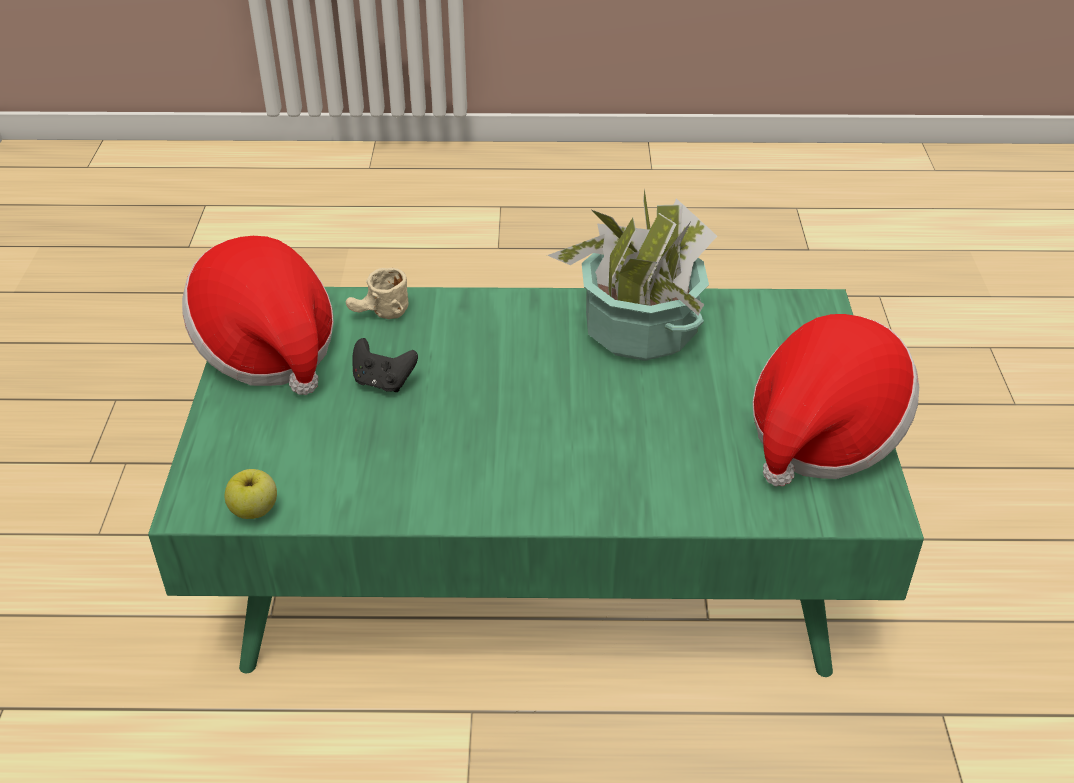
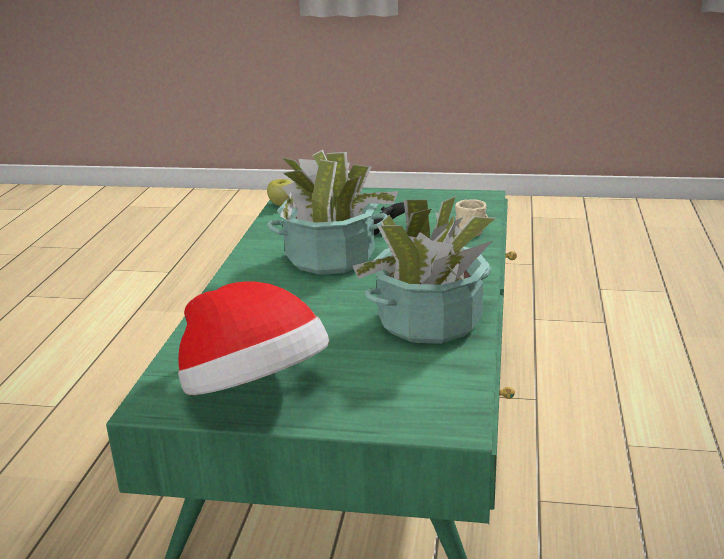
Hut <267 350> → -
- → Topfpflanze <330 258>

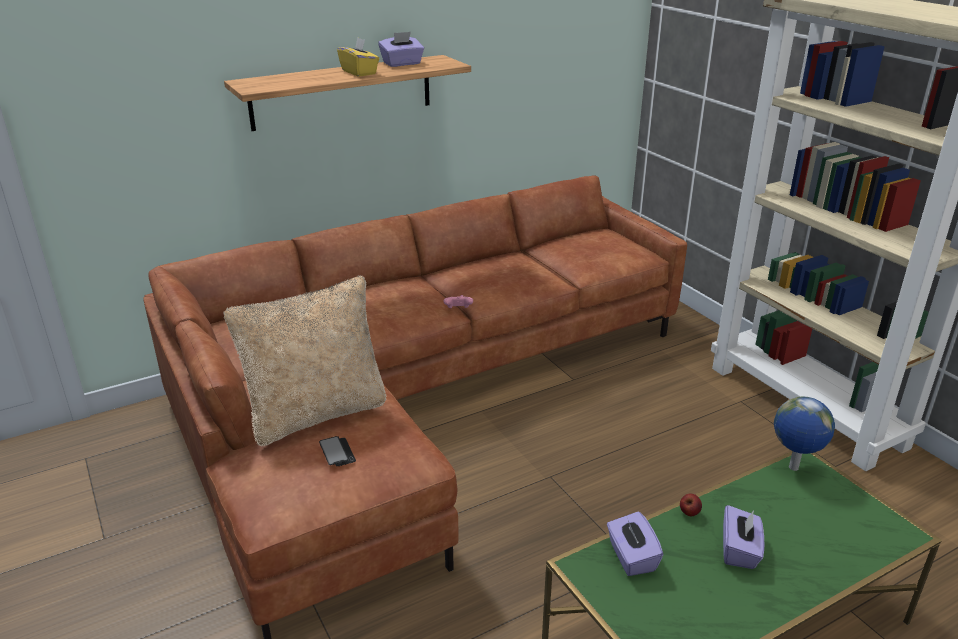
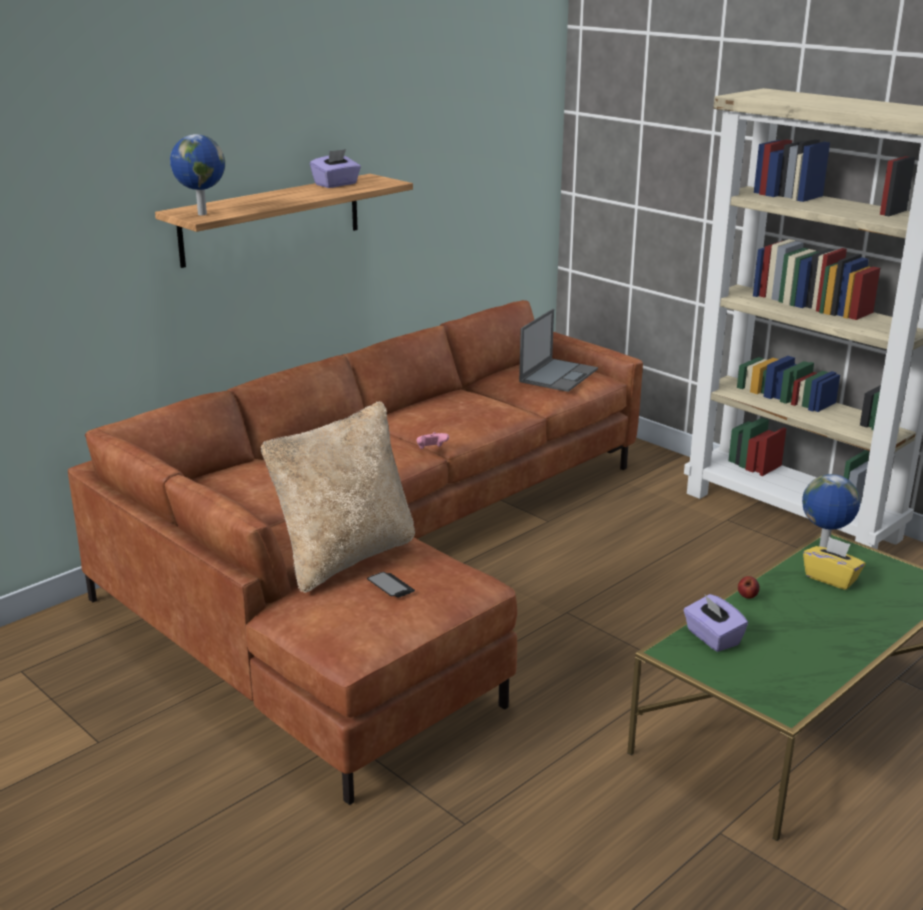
Taschentuchbox/lila <739 550> → -
- → Globus <201 214>
- → Laptop <558 375>
Taschentuchbox/gelb <359 72> → Taschentuchbox/gelb <831 578>, moved

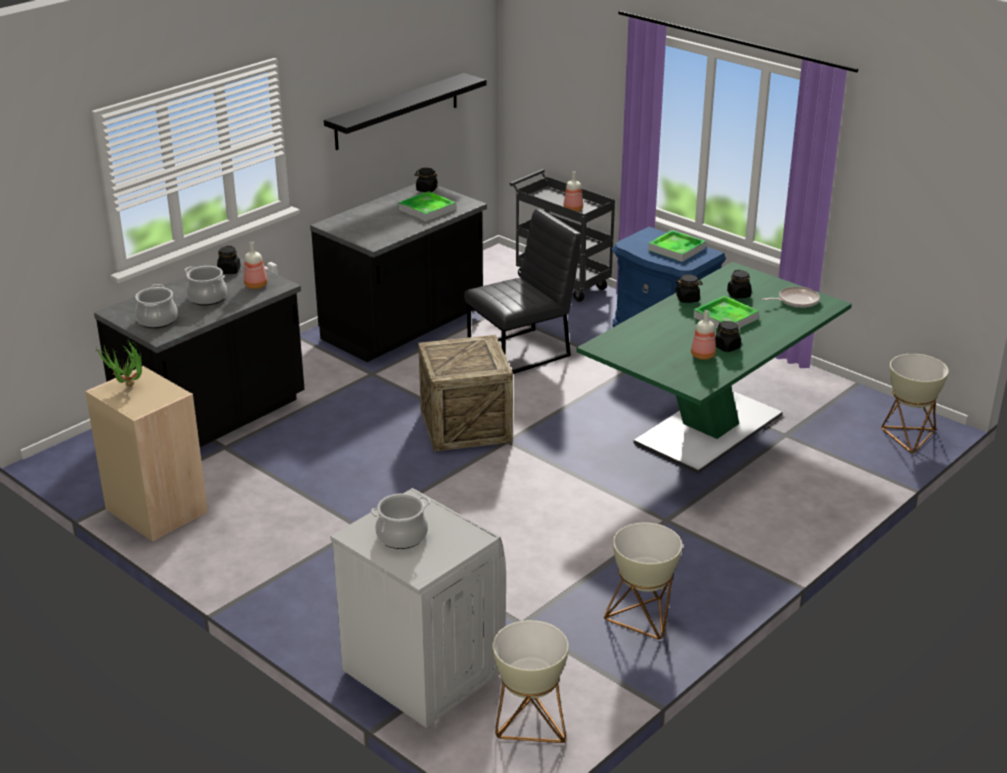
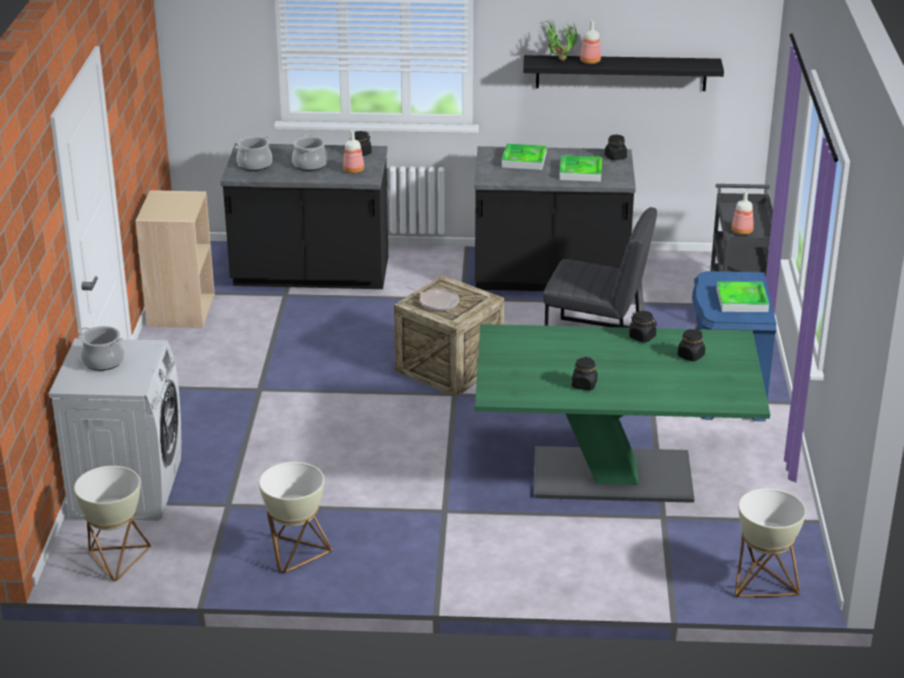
Topfpflanze <126 389> → Topfpflanze <558 61>, moved
Flasche <702 356> → Flasche <589 62>, moved
Tablett <725 318> → Tablett <524 160>, moved
Pfanne <796 301> → Pfanne <437 302>, moved

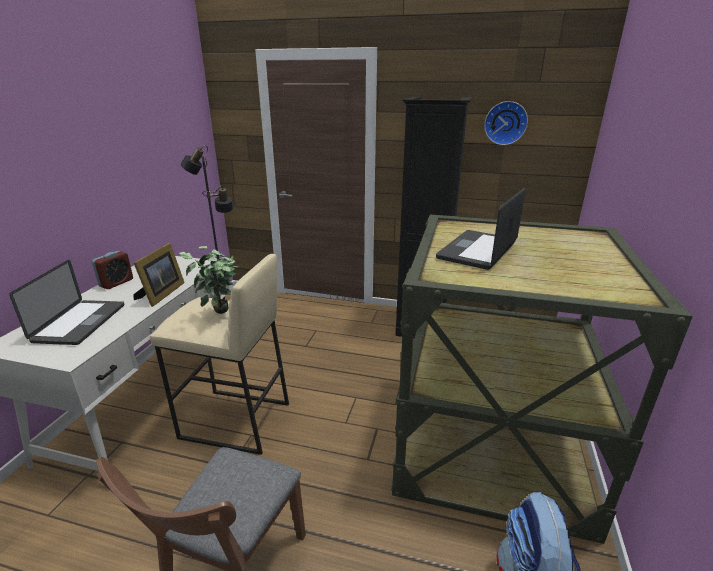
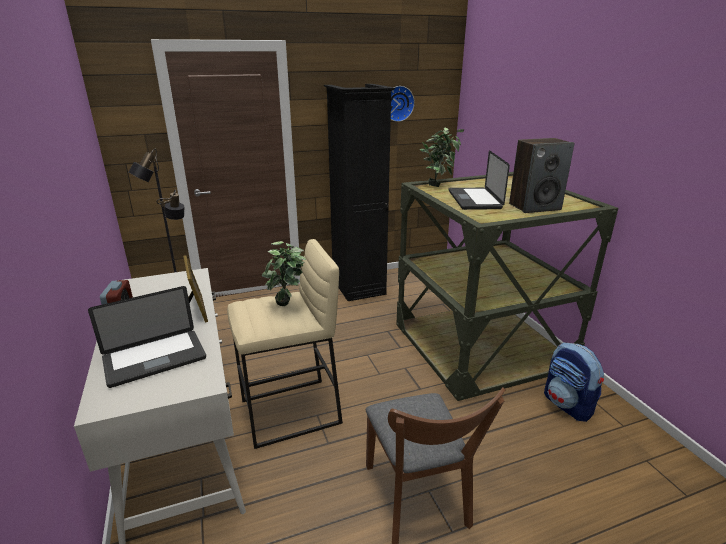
- → Topfpflanze <438 185>
- → Lautsprecher <534 207>
Laptop <80 323> → Laptop <155 359>, 90 degrees clockwise

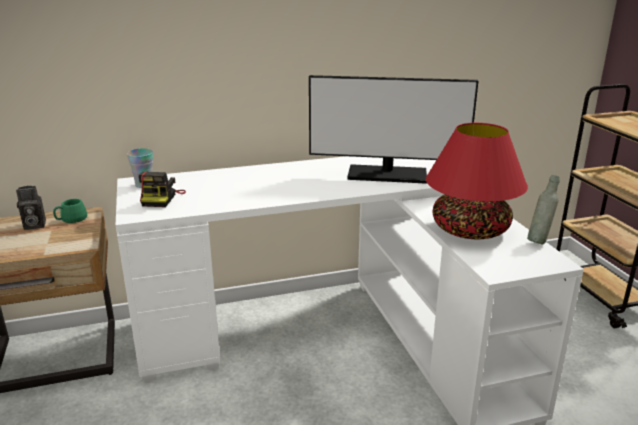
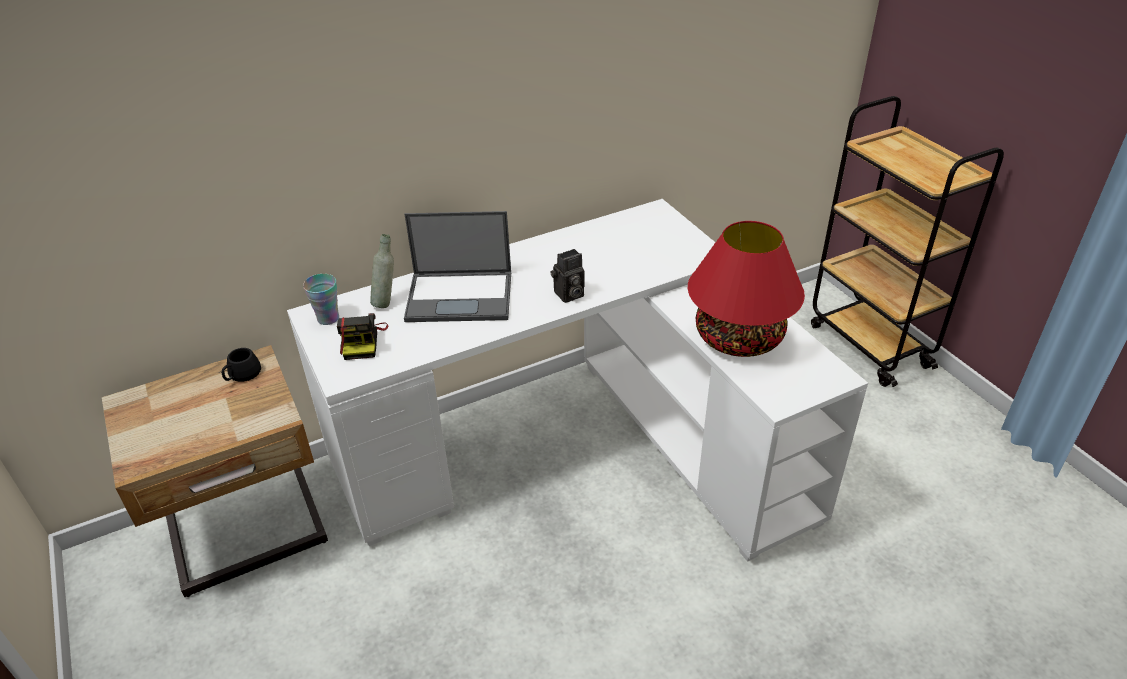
Monitor <387 175> → -
- → Laptop <461 296>
Kamera <33 225> → Kamera <568 295>, moved
Flasche/grau <539 241> → Flasche/grau <387 302>, moved
Henkelbecher/grün <69 218> → Henkelbecher/schwarz <239 374>

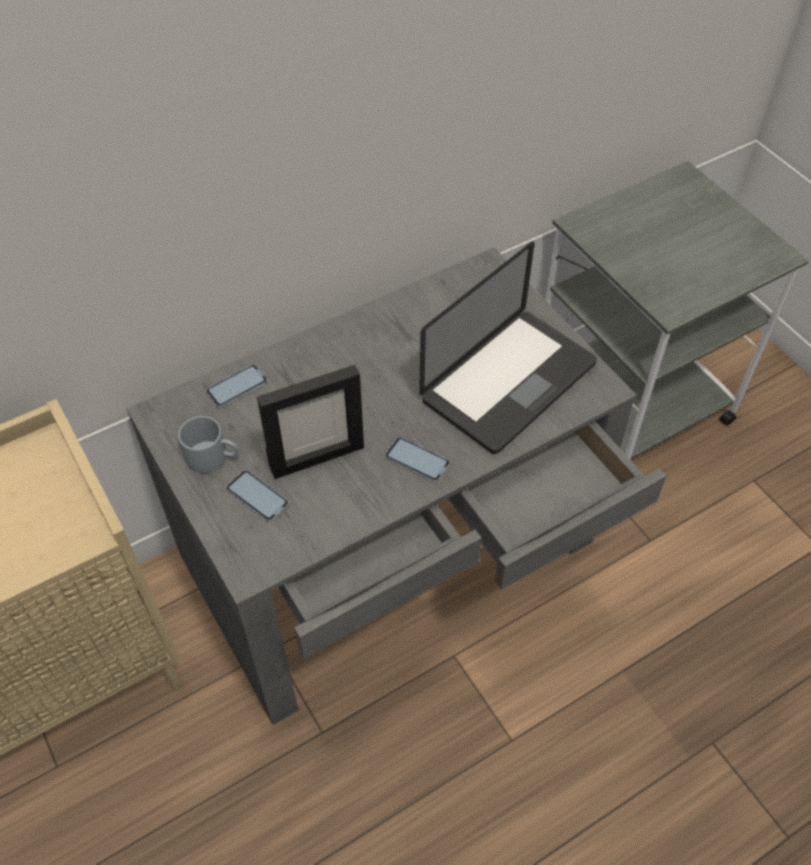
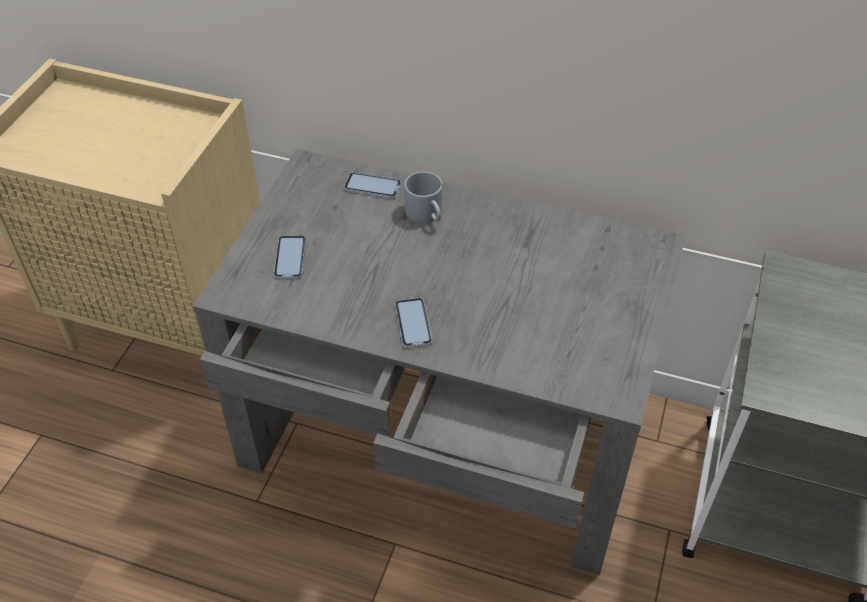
Bilderrahmen <317 457> → -
Laptop <509 382> → -
Henkelbecher/grau <213 457> → Henkelbecher/grau <427 214>, moved

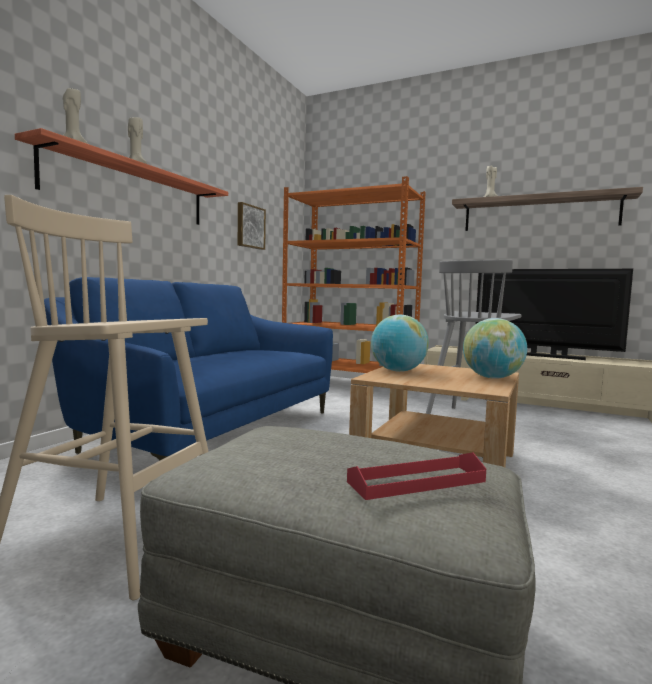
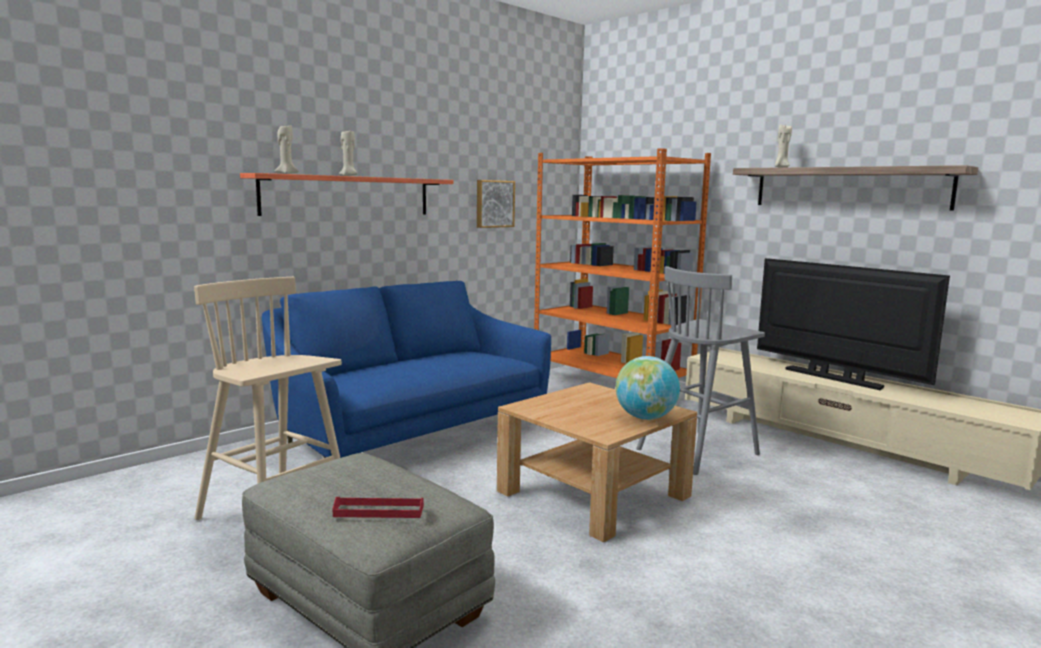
Globus <398 371> → -

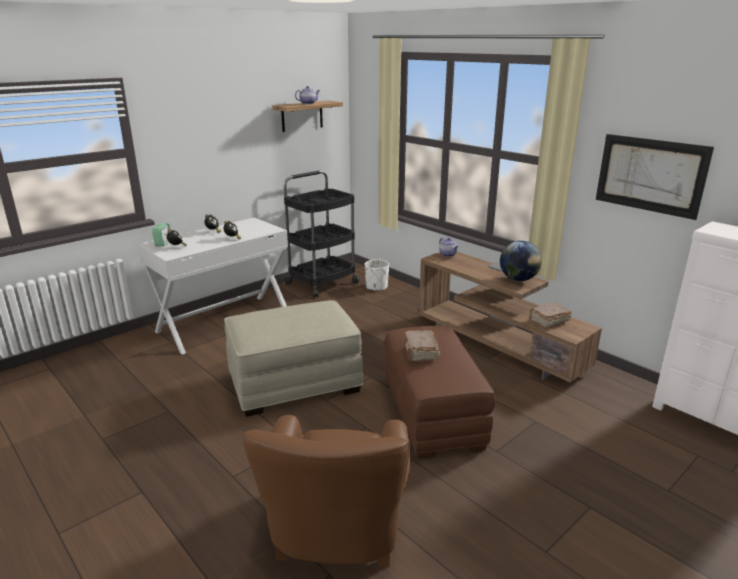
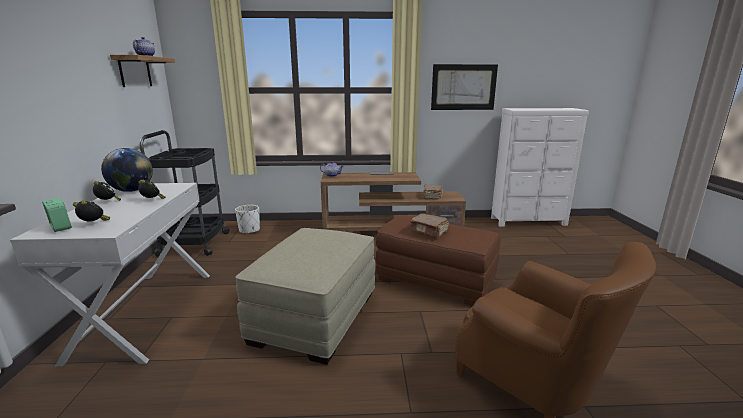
Globus <518 279> → Globus <132 190>, moved

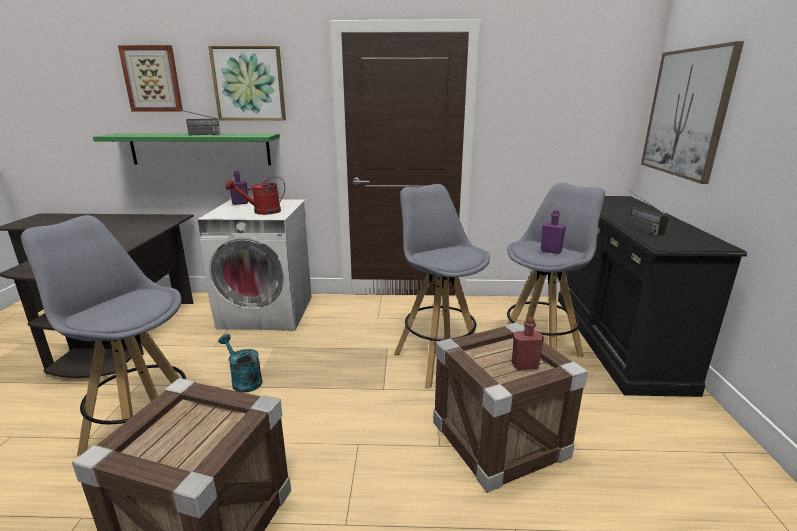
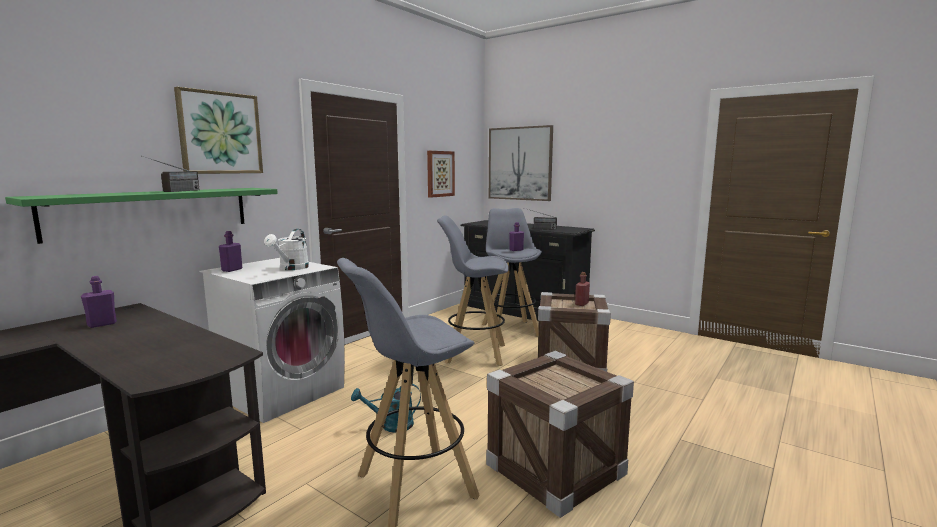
- → Flasche/lila <102 324>
Bild <152 79> → Bild <440 174>, moved
Gießkanne/rot <262 212> → Gießkanne/weiß <291 268>

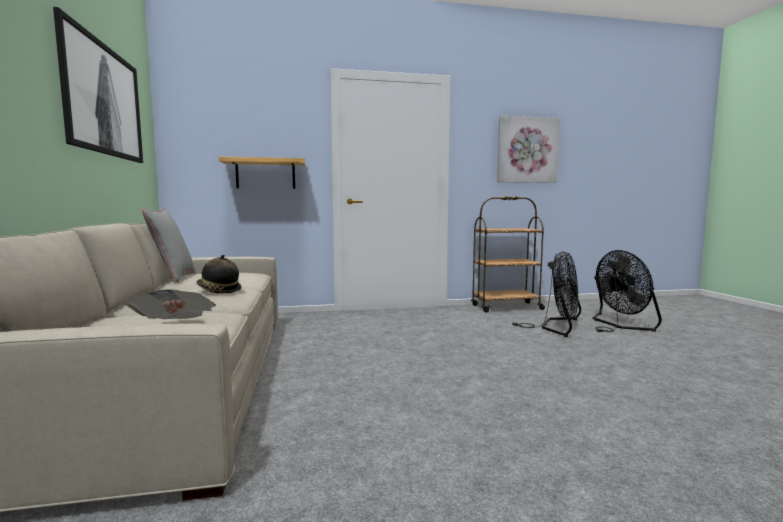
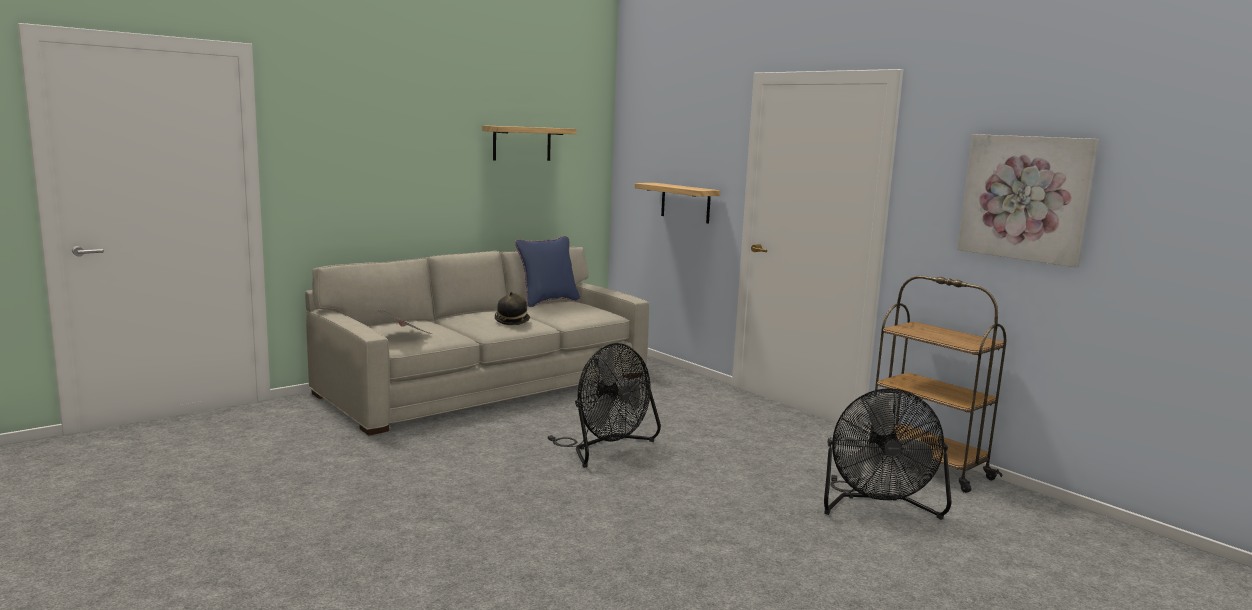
Ventilator/schwarz <616 324> → Ventilator/schwarz <602 448>, moved
Bild <104 100> → Wandregal <522 143>
Kissen/grau <173 277> → Kissen/blau <547 302>

